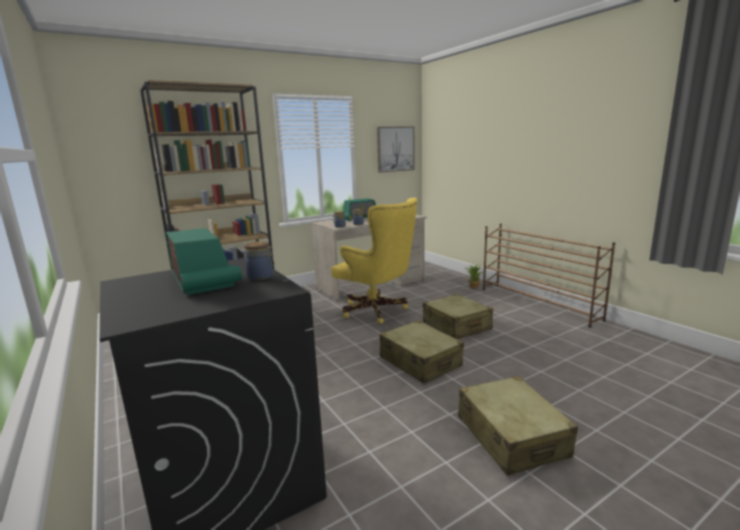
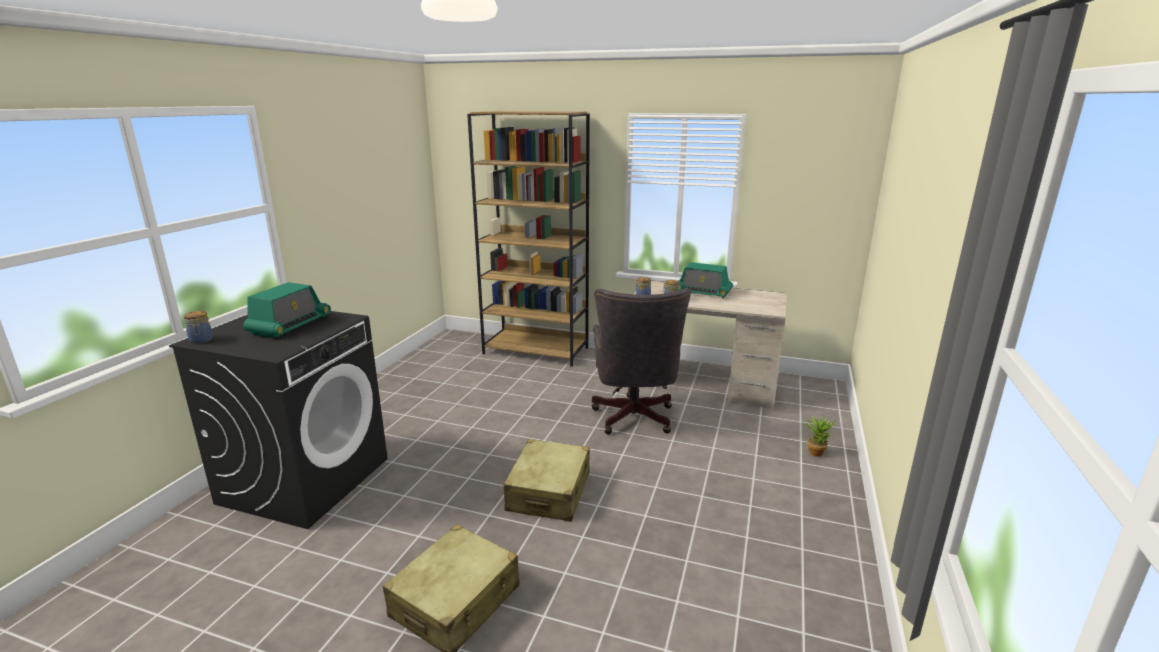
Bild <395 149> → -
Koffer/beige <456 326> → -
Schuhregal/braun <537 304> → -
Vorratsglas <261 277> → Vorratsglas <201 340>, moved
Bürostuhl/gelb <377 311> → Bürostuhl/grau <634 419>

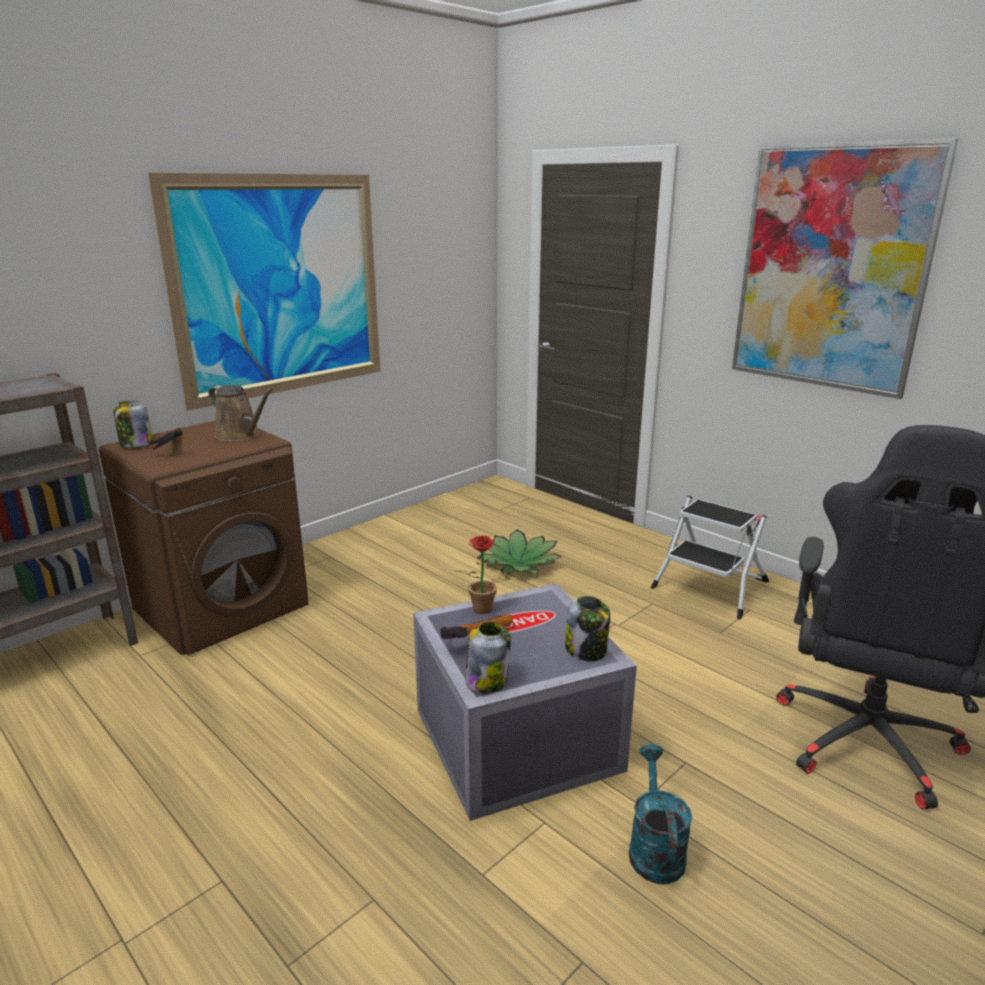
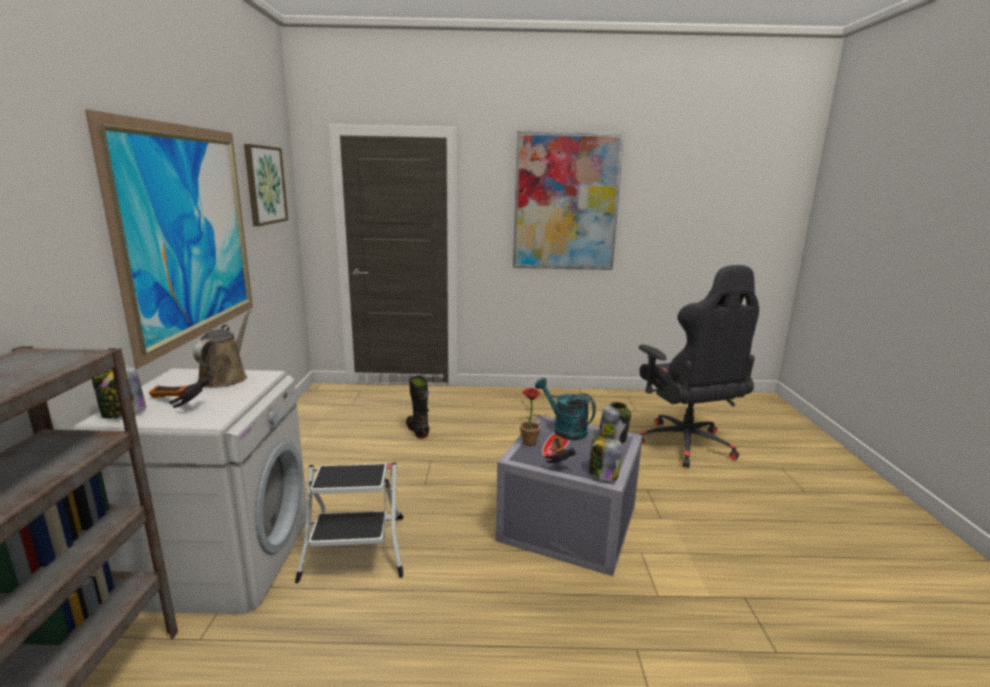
- → Bild <265 185>
Gießkanne/türkis <654 848> → Gießkanne/türkis <564 429>, moved
Trittleiter <711 586> → Trittleiter <356 548>, moved
Topfpflanze <519 563> → Stiefel/schwarz <417 430>
Waschmaschine/braun <226 606> → Waschmaschine/weiß <227 557>
Gießkanne/braun <240 435> → Gießkanne/braun <225 377>, 75 degrees counterclockwise

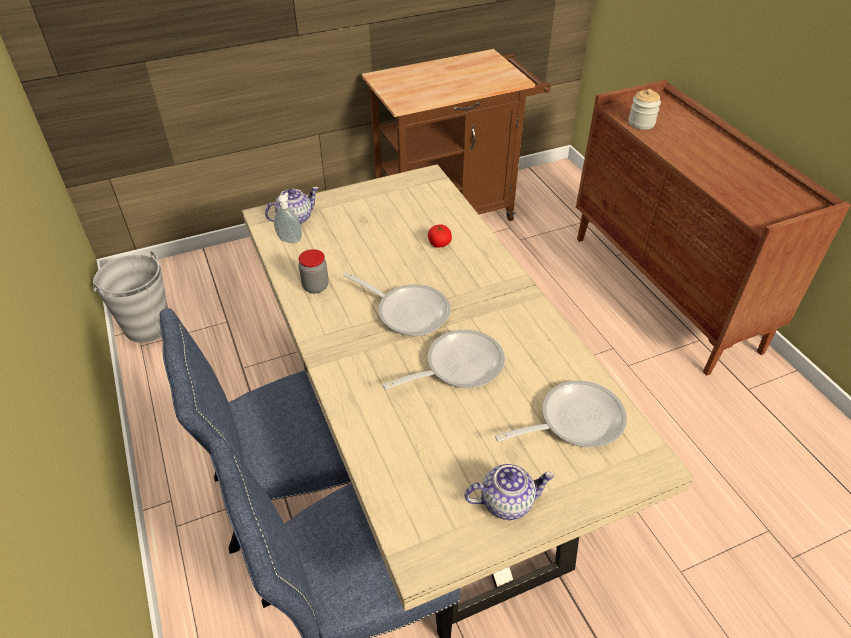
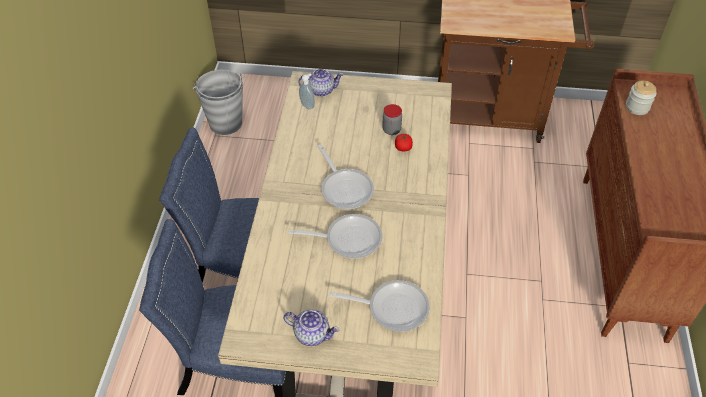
Vorratsglas <315 286> → Vorratsglas <391 130>, moved

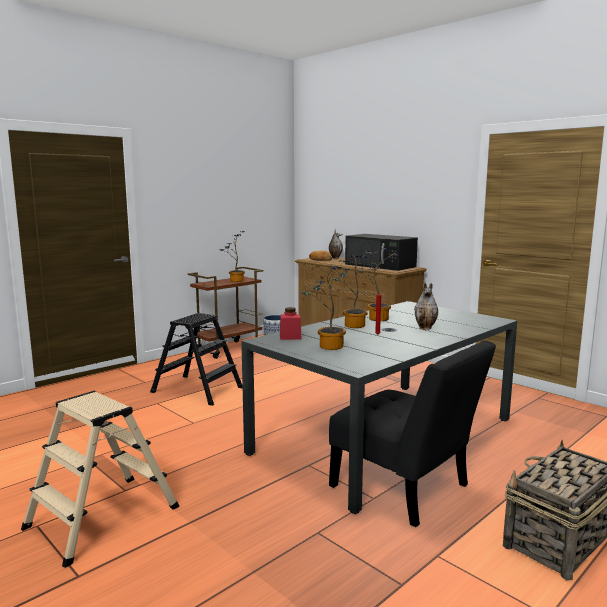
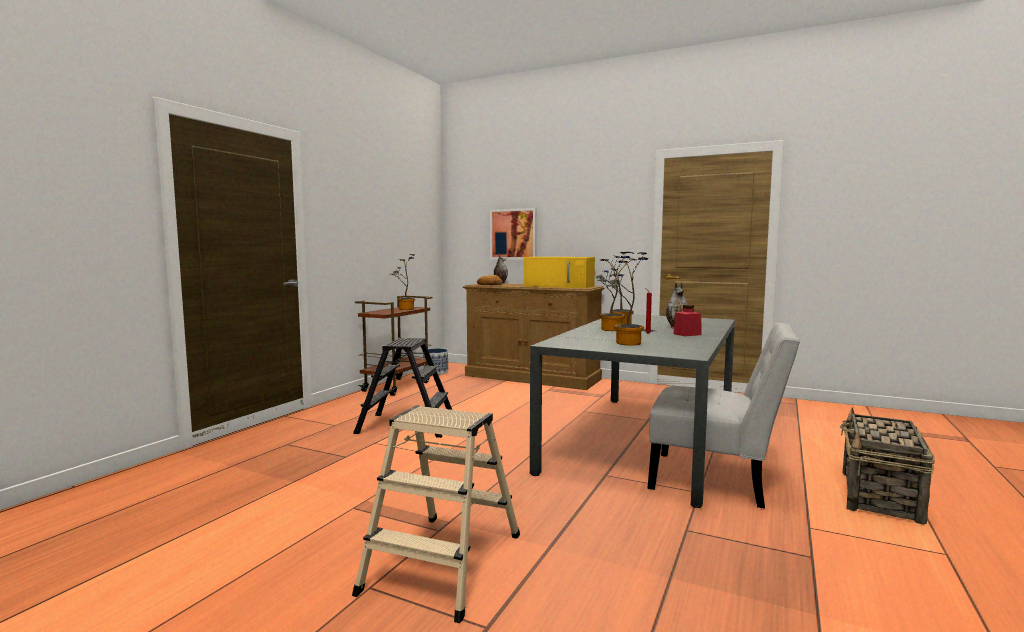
- → Bild <513 234>
Vorratsglas/rot <290 337> → Vorratsglas/rot <687 334>, moved
Stuhl/schwarz <405 489> → Stuhl/weiß <716 480>
Mikrowelle/schwarz <381 265> → Mikrowelle/gelb <560 286>

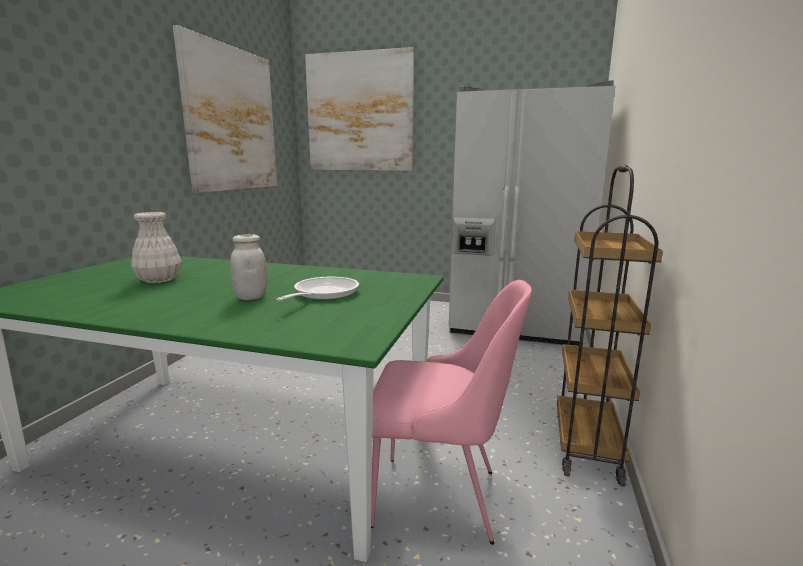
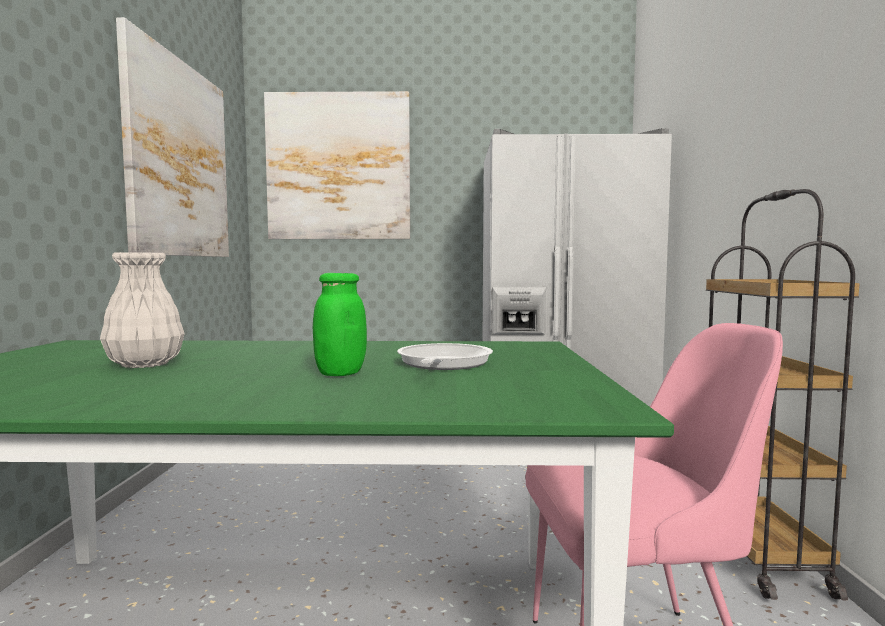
Vorratsglas/weiß <251 297> → Vorratsglas/grün <340 373>

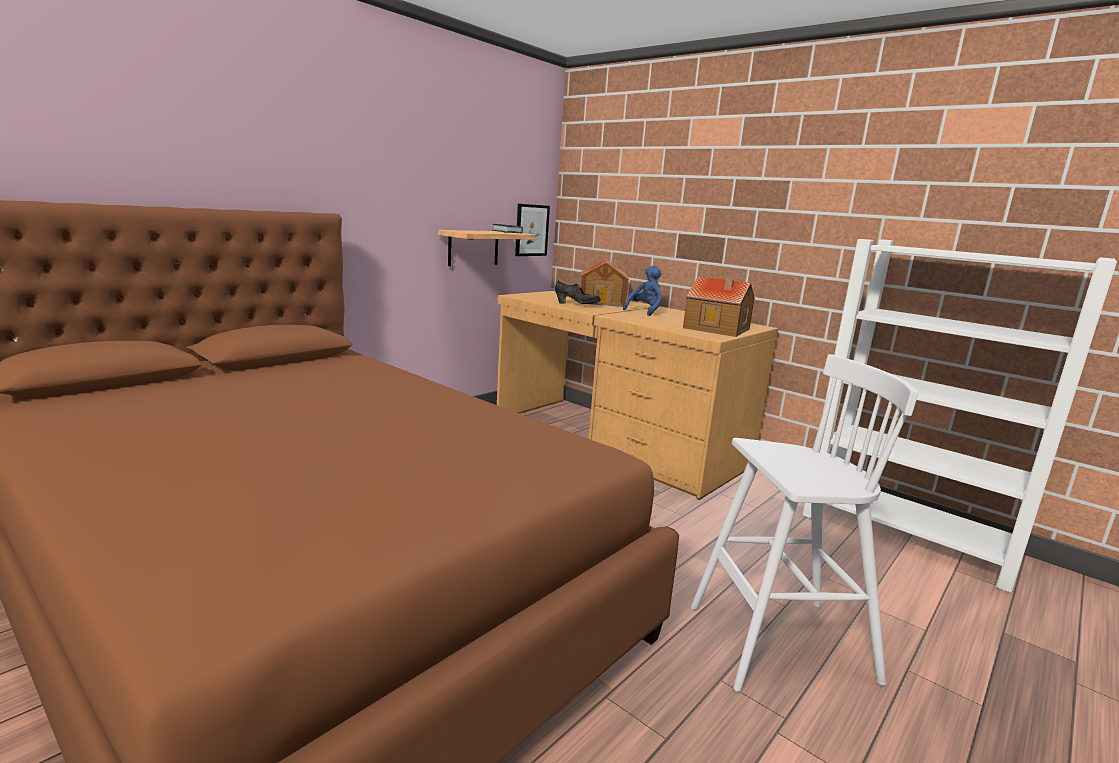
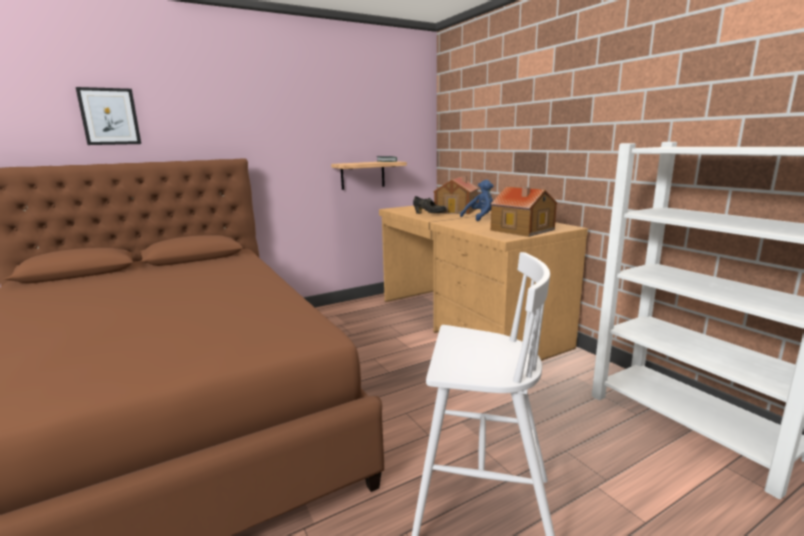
Bild <531 230> → Bild <109 116>, moved

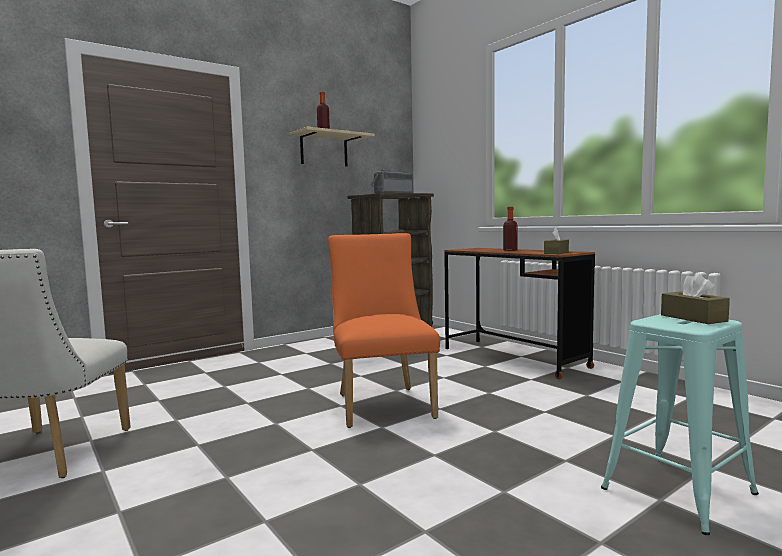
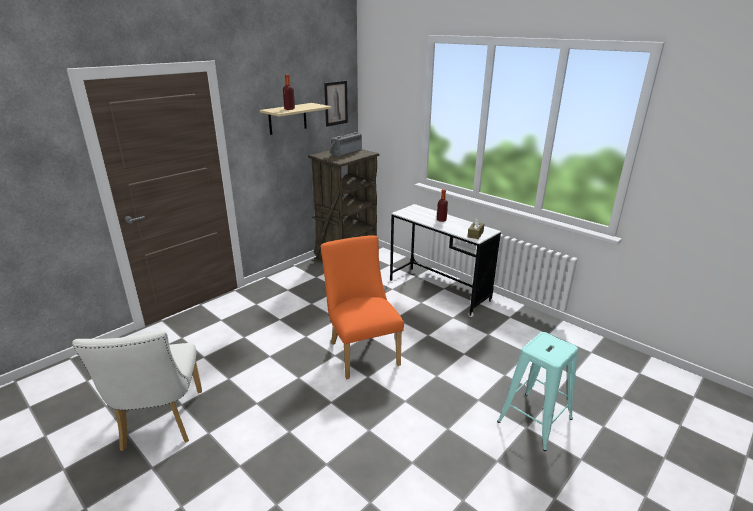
Taschentuchbox/braun <693 318> → -
- → Bild <336 103>
Schreibtisch/braun <513 357> → Schreibtisch/weiß <438 290>

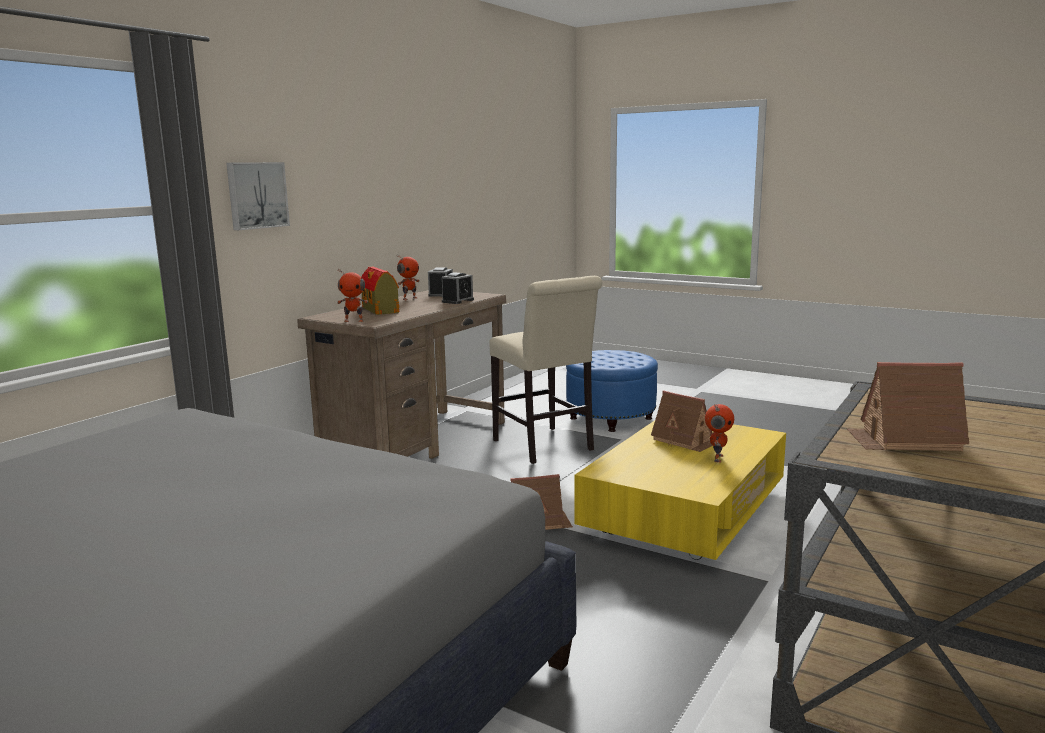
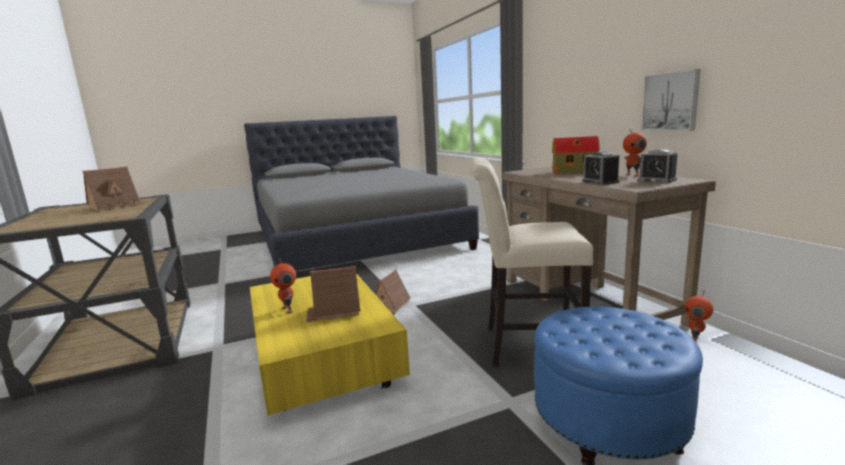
Bild <256 195> → Bild <671 101>, moved
Spielzeugroboter <354 321> → Spielzeugroboter <695 340>, moved

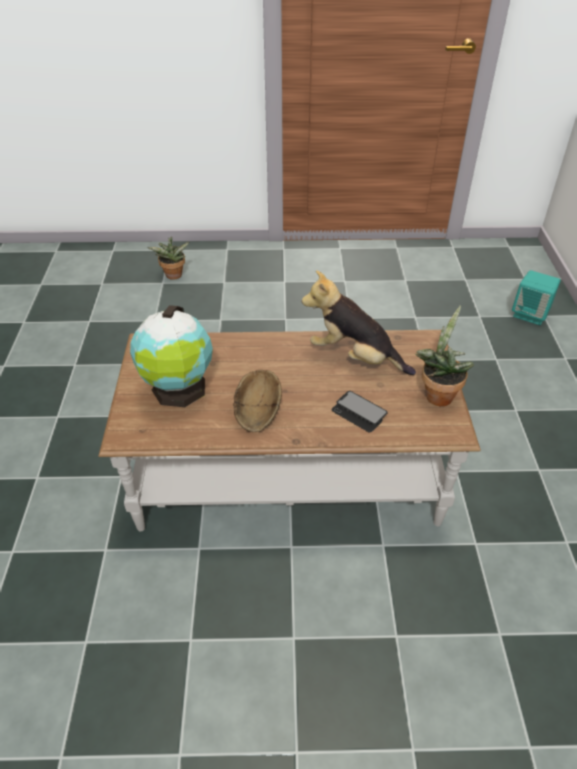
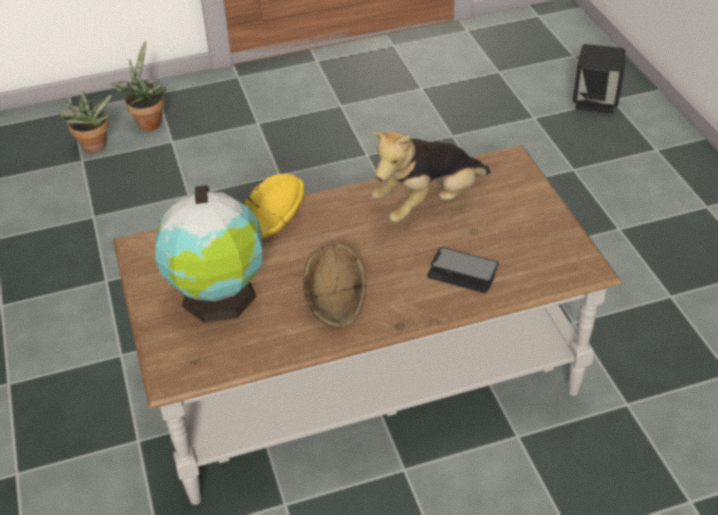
- → Schüssel/gelb <269 222>
Topfpflanze <437 394> → Topfpflanze <148 122>, moved
Lautsprecher/türkis <530 314> → Lautsprecher/schwarz <595 101>
Plüschtier <354 357> → Plüschtier <428 204>, 45 degrees counterclockwise

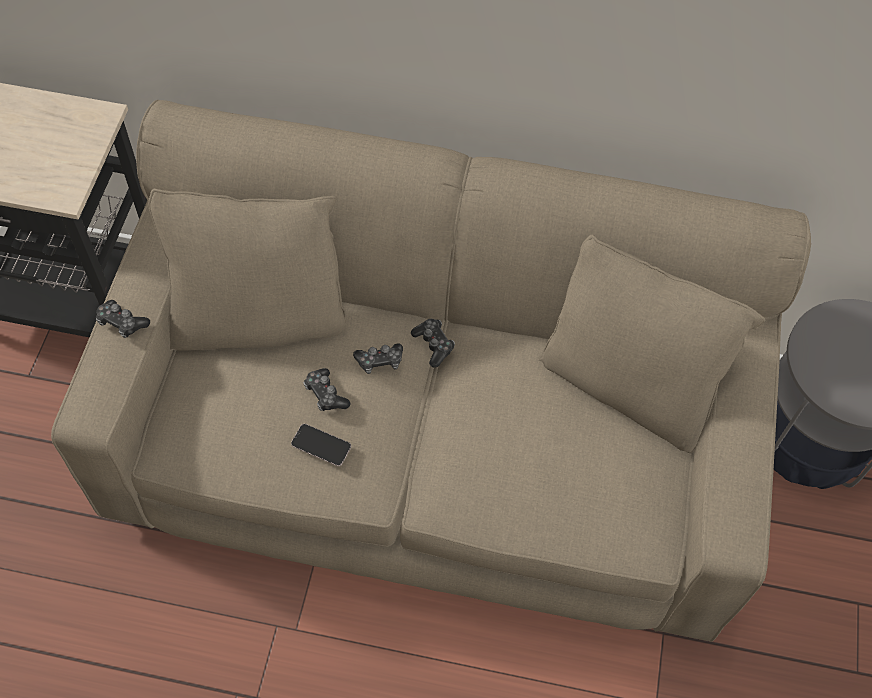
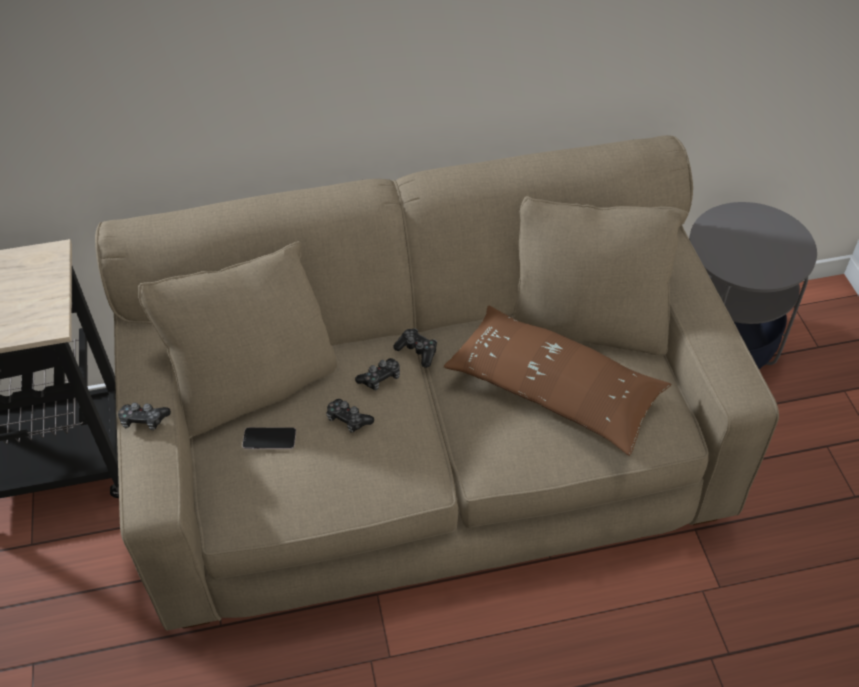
- → Kissen/braun <553 391>
Handy <321 445> → Handy <269 439>, moved

